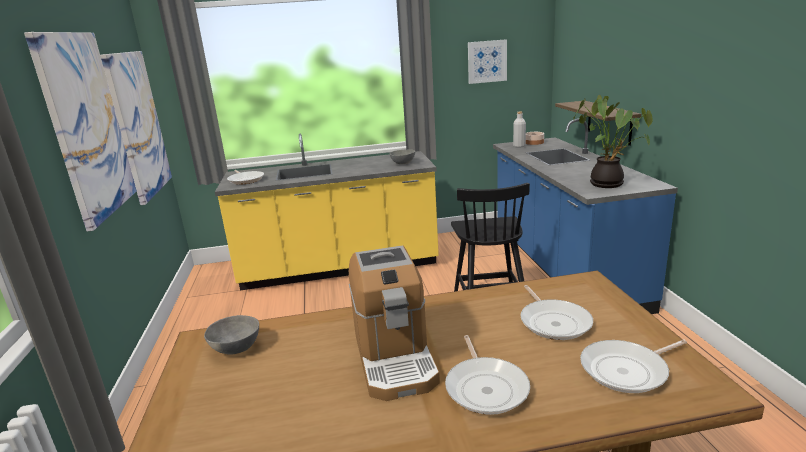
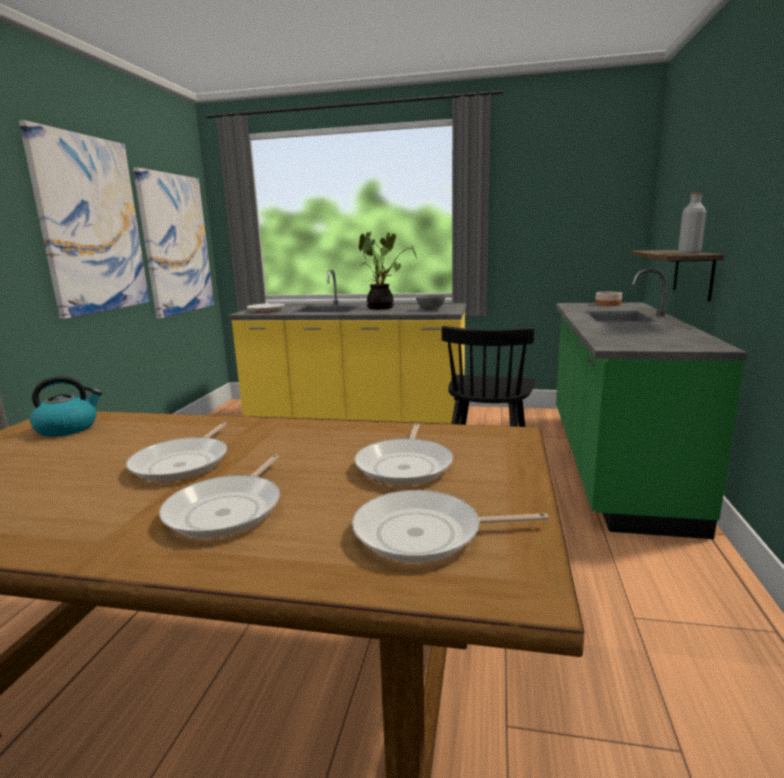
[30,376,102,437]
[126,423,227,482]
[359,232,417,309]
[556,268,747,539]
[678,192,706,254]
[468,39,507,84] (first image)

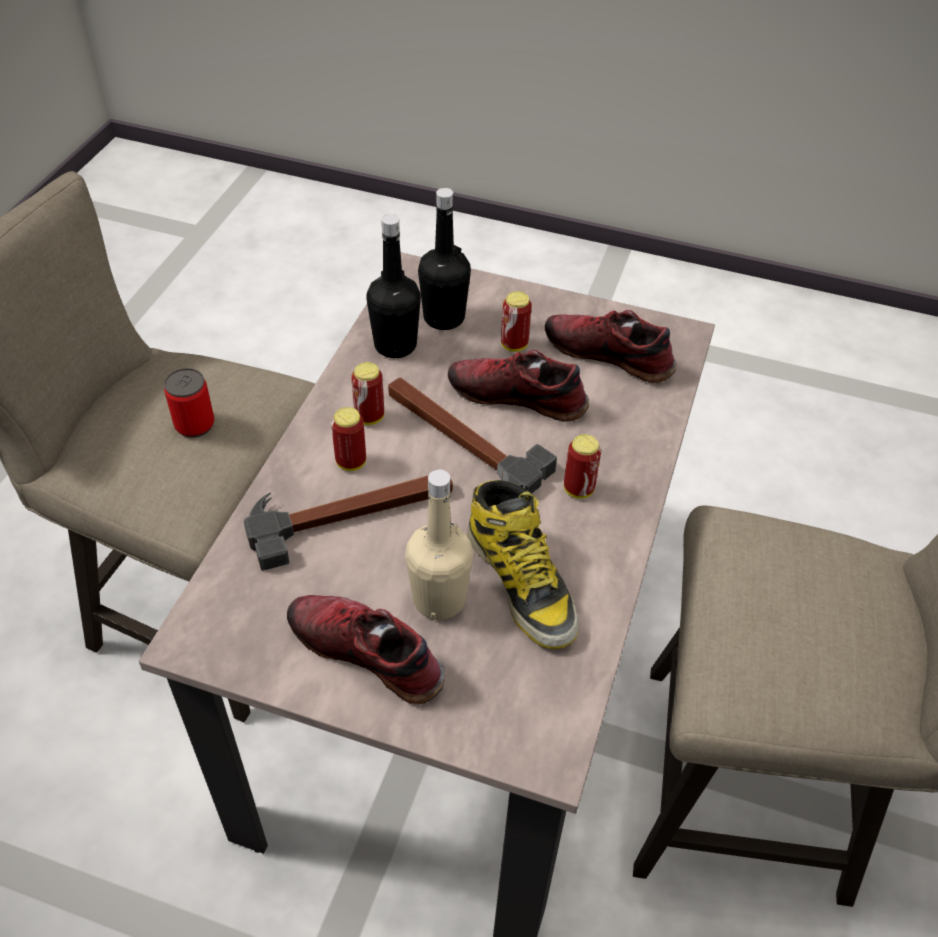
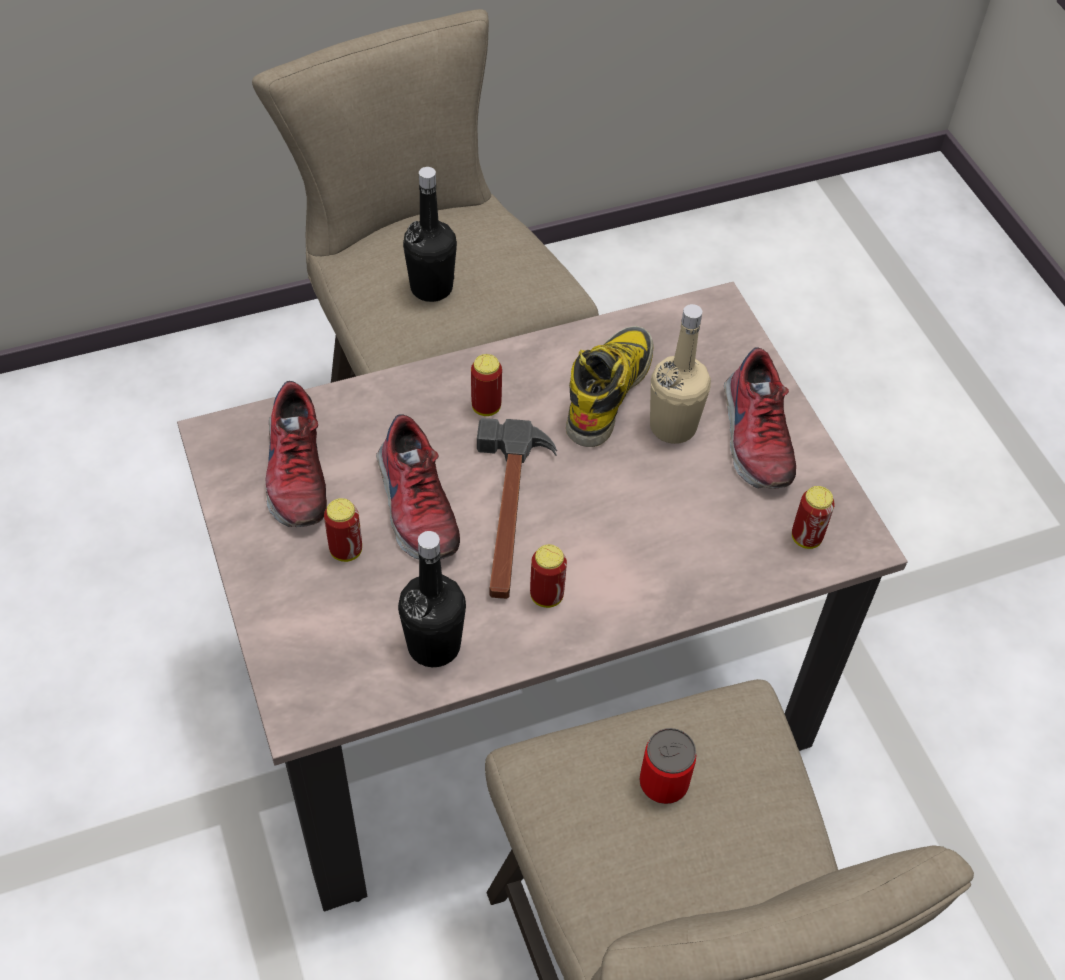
[403,167,457,302]
[792,486,835,549]
[244,476,453,571] (first image)

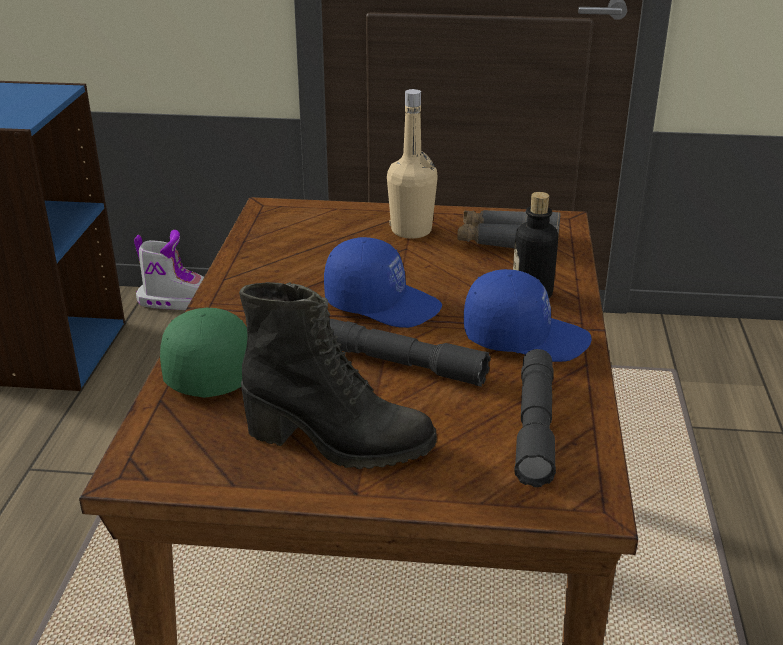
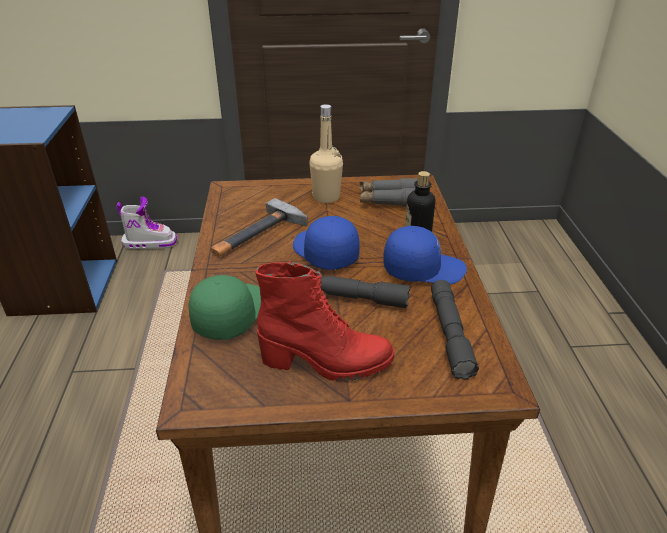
[211,198,308,257]
[255,261,394,382]
[293,216,360,270]

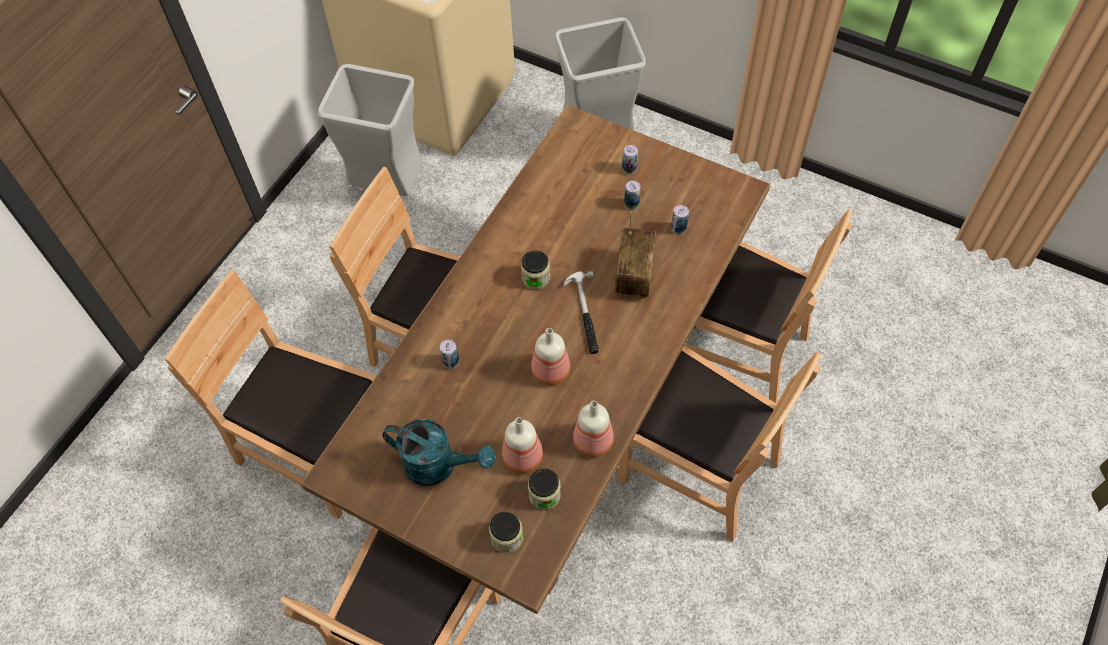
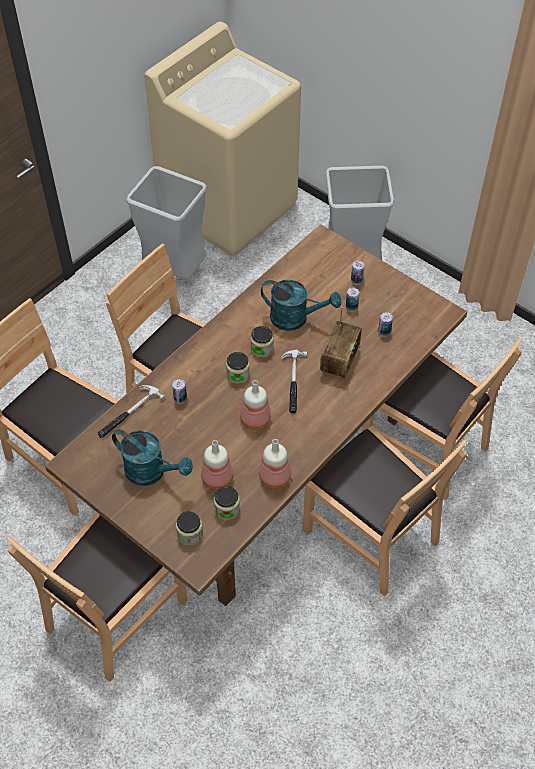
[98,385,165,438]
[226,352,250,384]
[261,280,341,331]

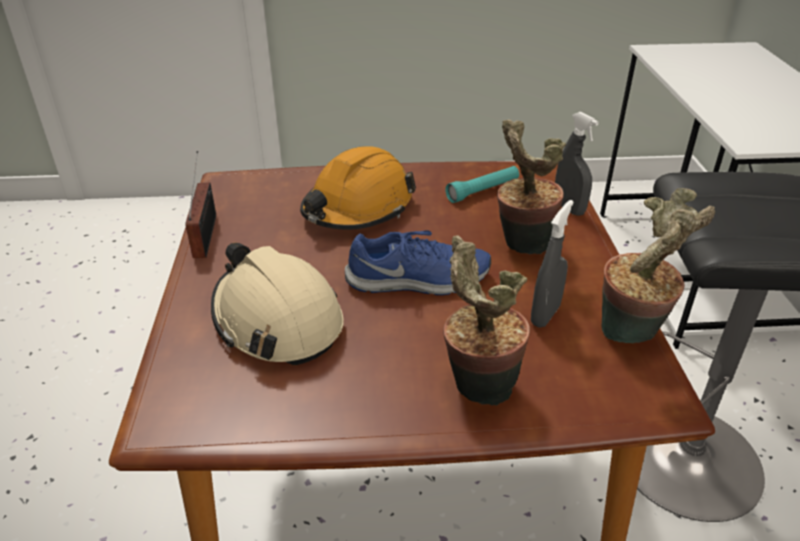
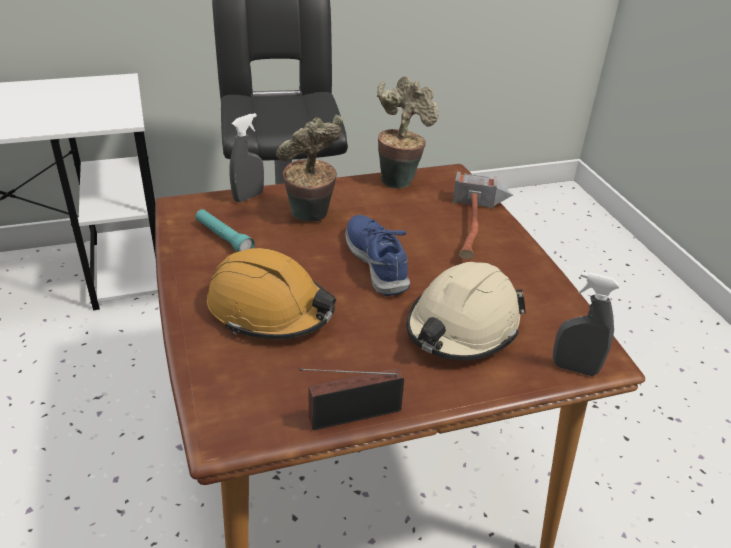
[452,171,513,259]
[553,272,619,376]

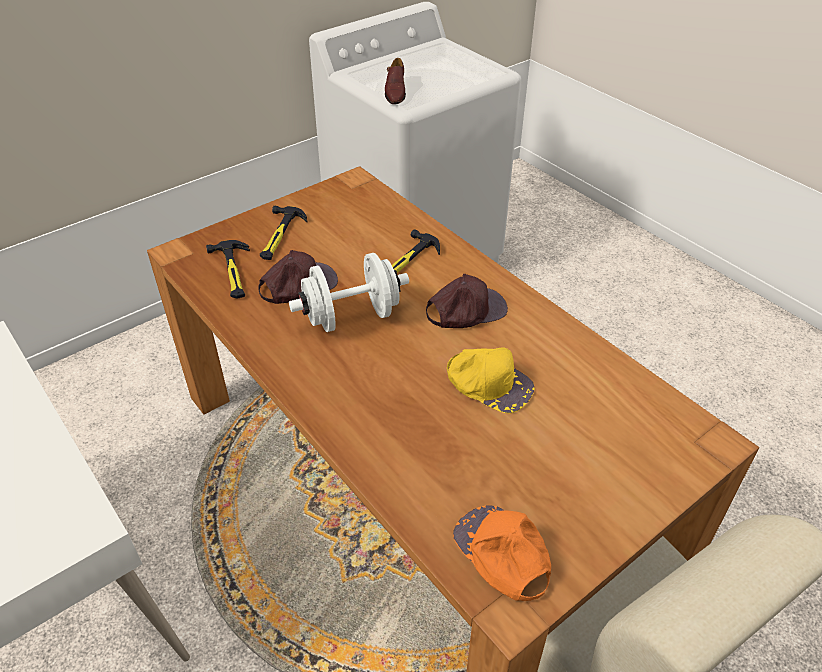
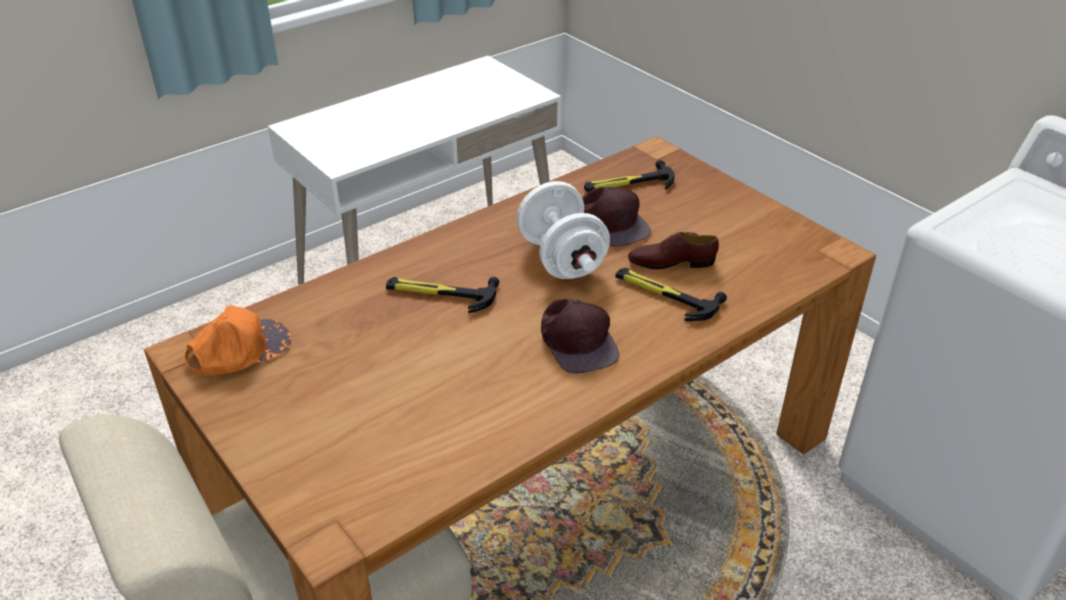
[386,277,499,313]
[628,232,719,270]
[447,348,535,413] (first image)

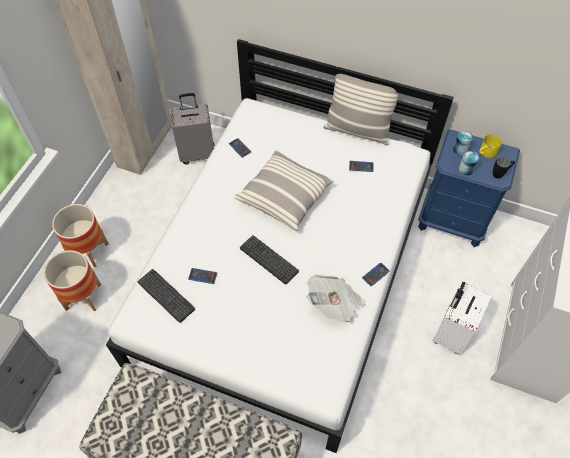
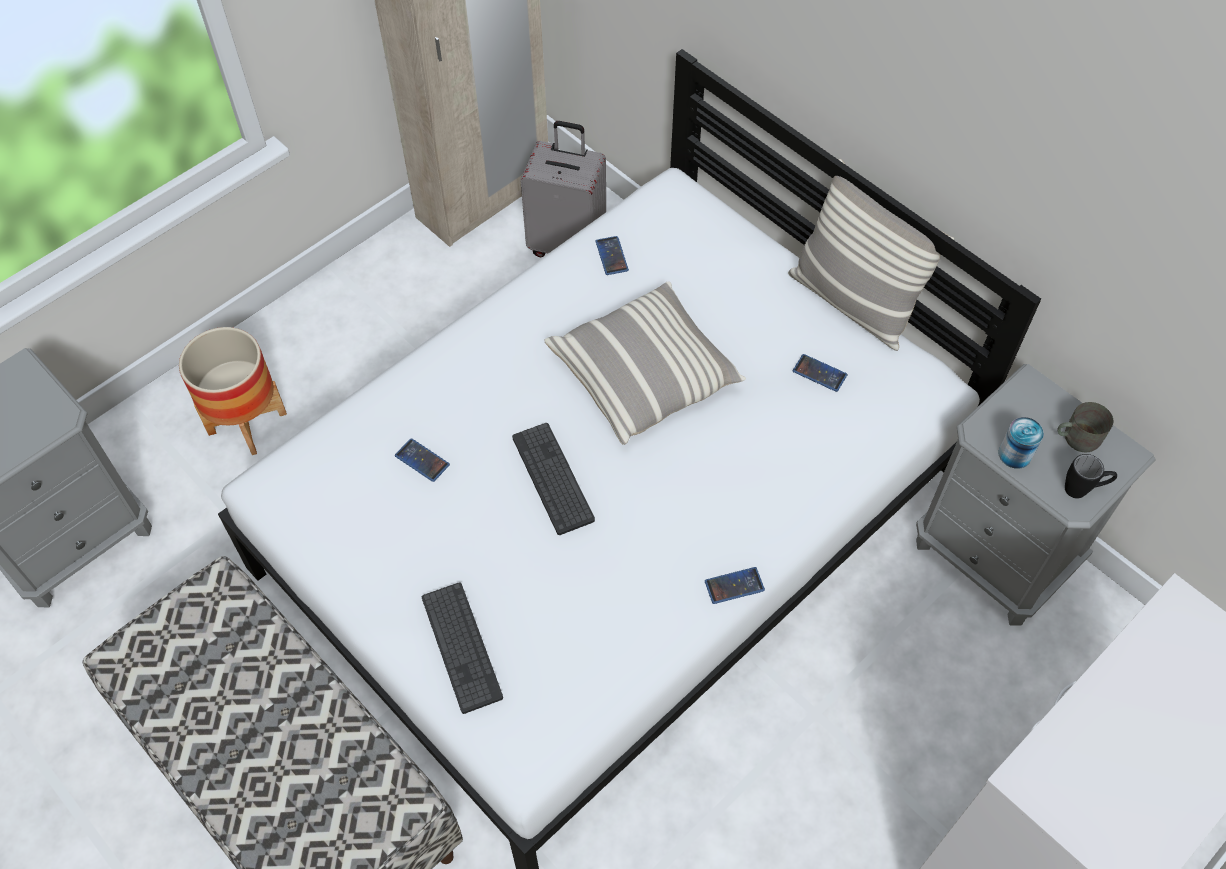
[422,582,503,714]
[916,364,1155,626]
[1057,402,1113,452]
[52,204,109,267] (first image)
[306,275,365,322] (first image)
[432,281,492,355] (first image)
[453,131,473,155] (first image)

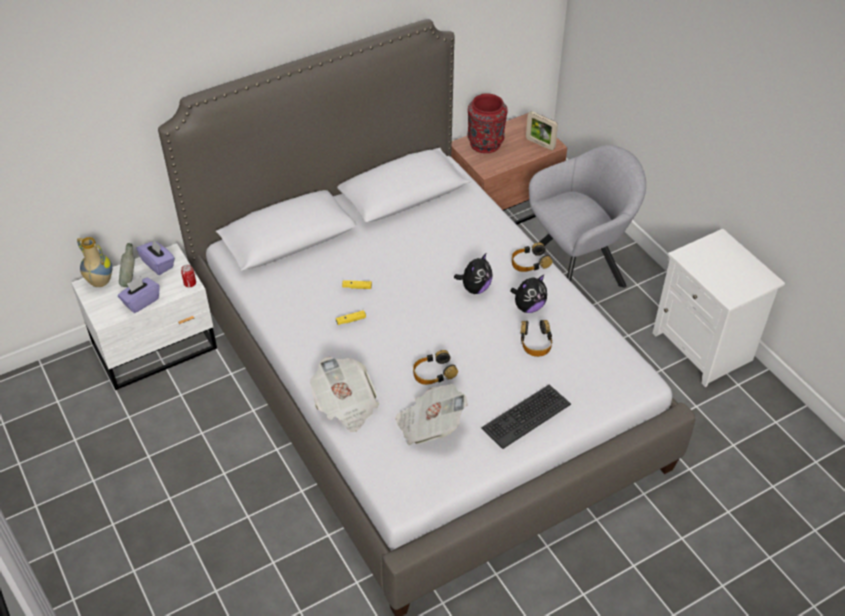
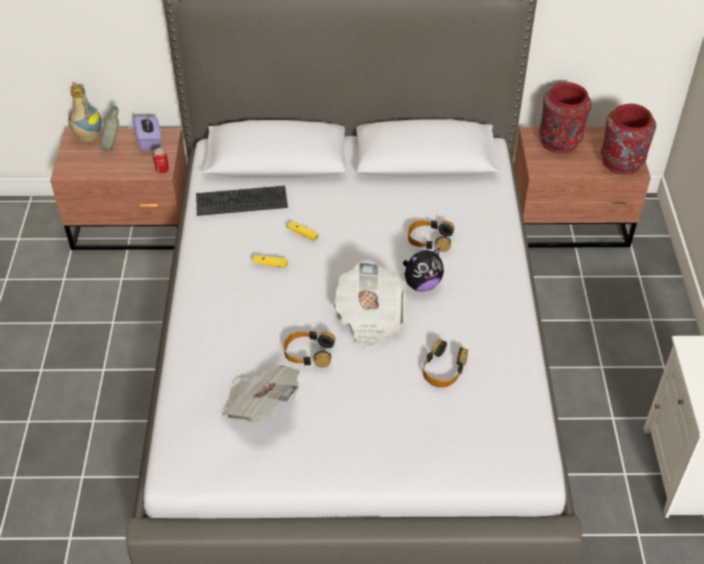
[50,128,187,250]
[196,186,288,216]
[333,260,406,348]
[408,220,455,252]
[601,104,656,174]
[118,276,160,313] (first image)
[510,275,547,313] (first image)
[529,145,646,288] (first image)

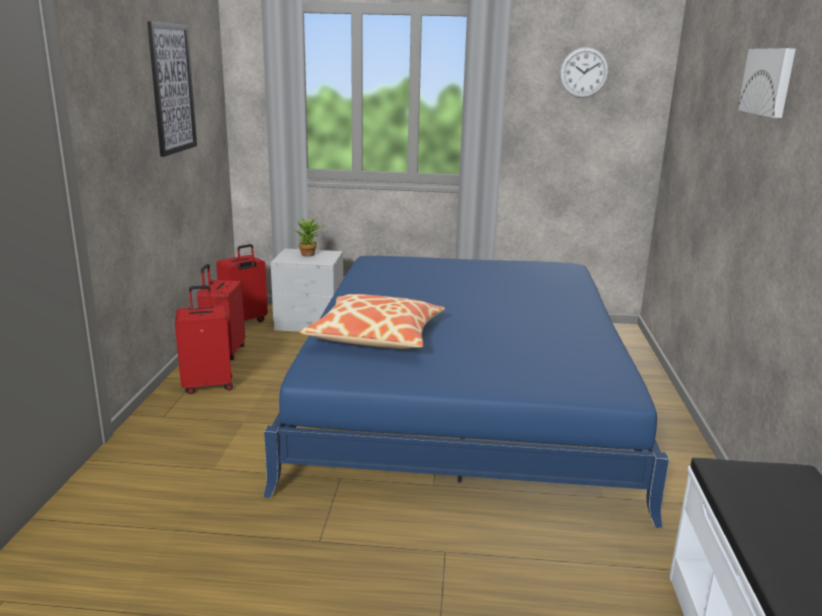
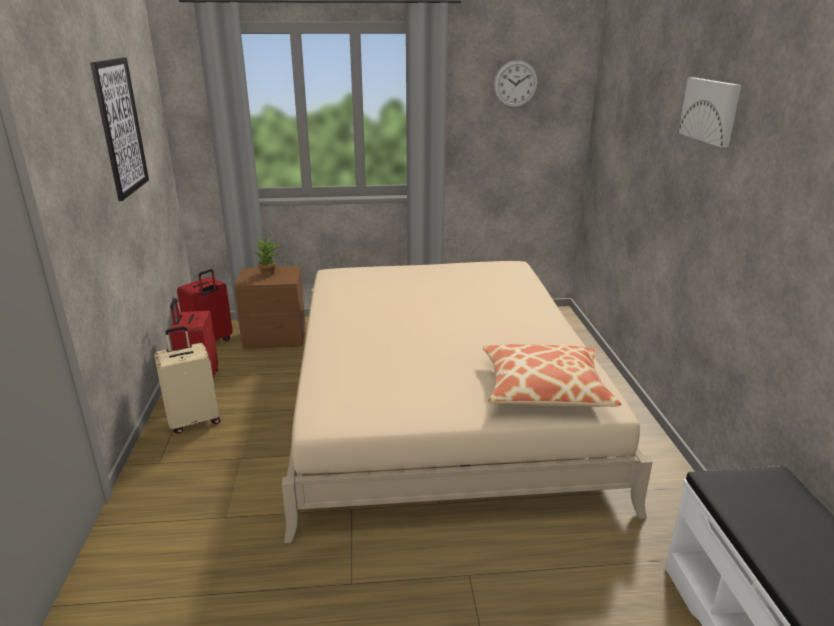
[154,326,220,434]
[234,266,306,349]
[282,261,653,543]
[483,344,622,407]

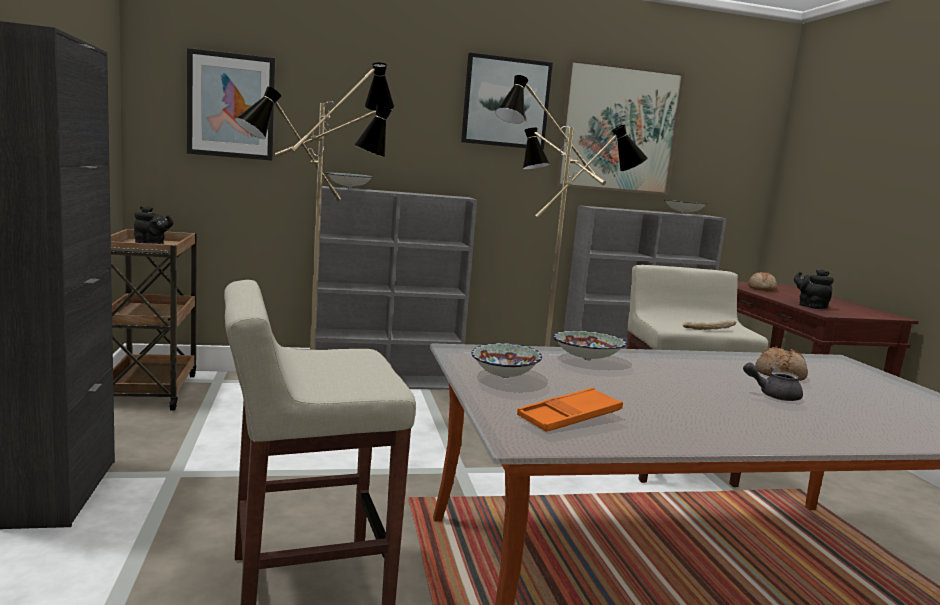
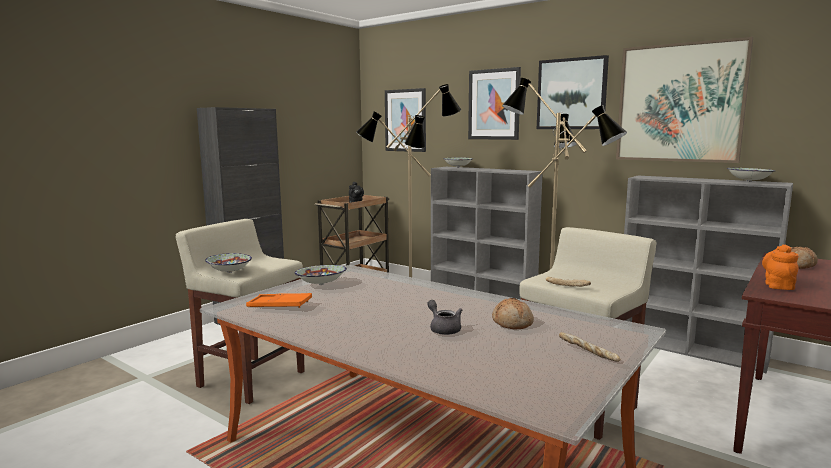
[205,253,252,273]
[468,67,521,140]
[559,332,621,362]
[762,245,799,290]

